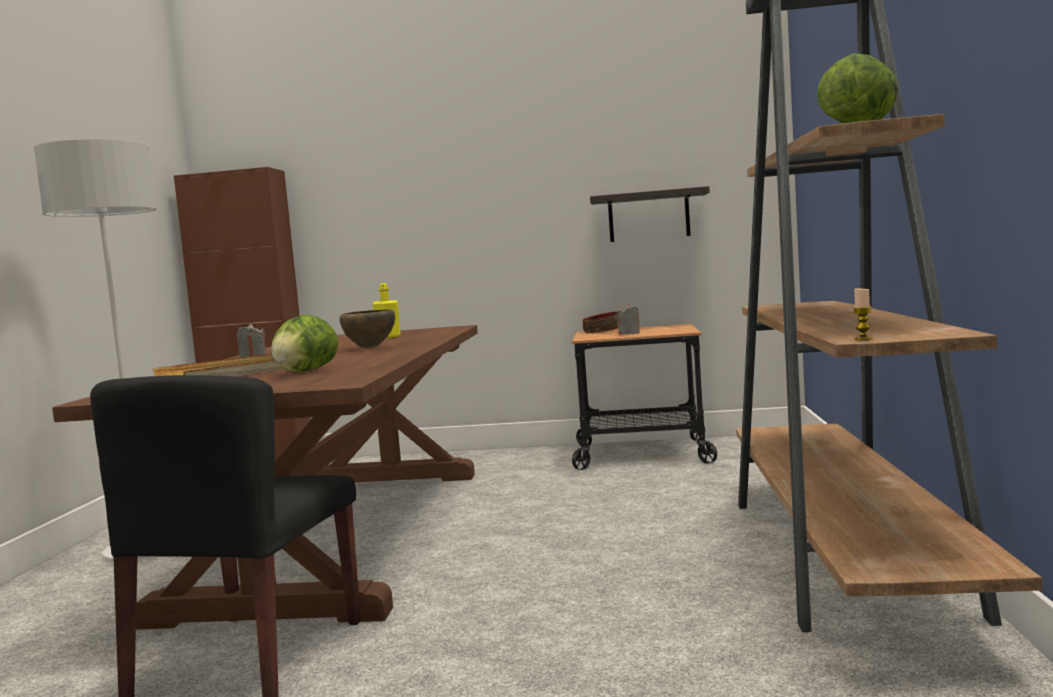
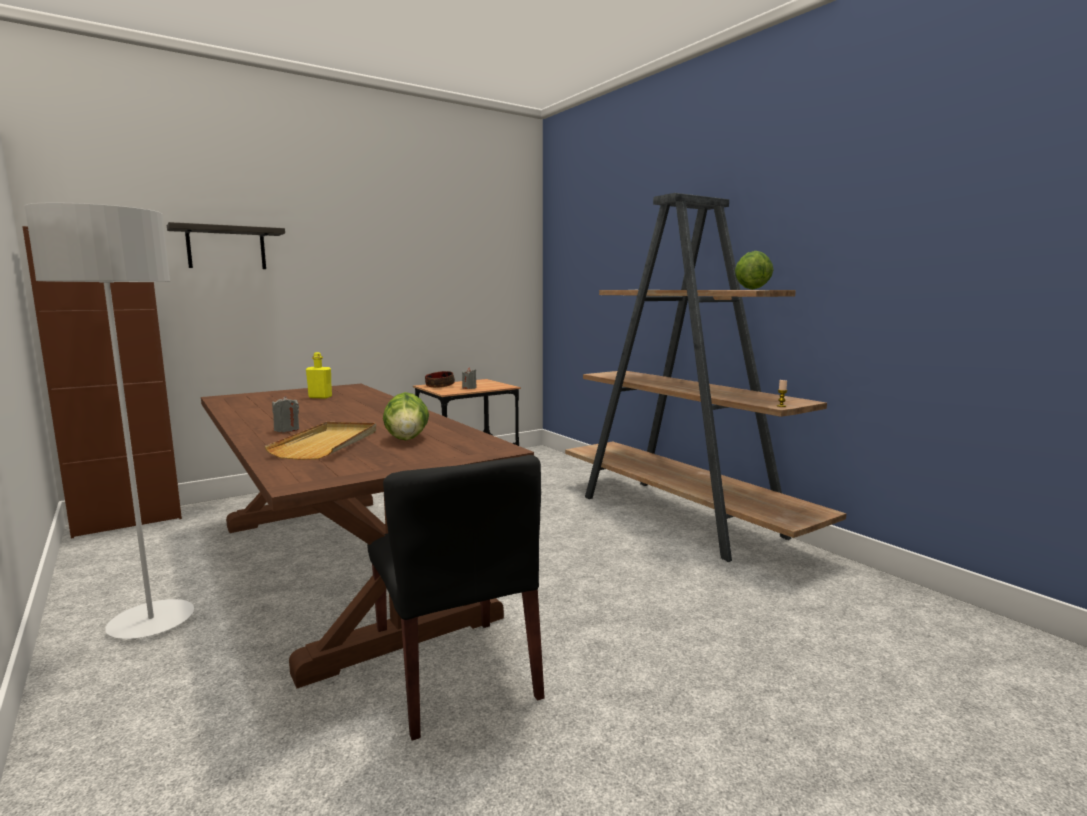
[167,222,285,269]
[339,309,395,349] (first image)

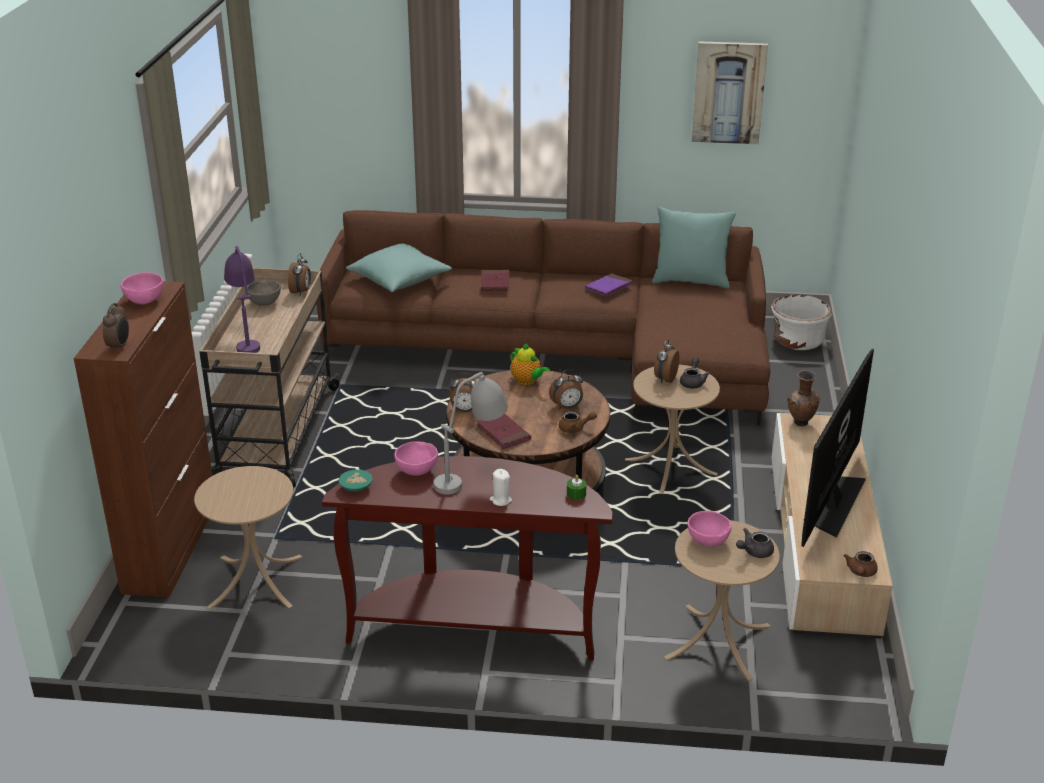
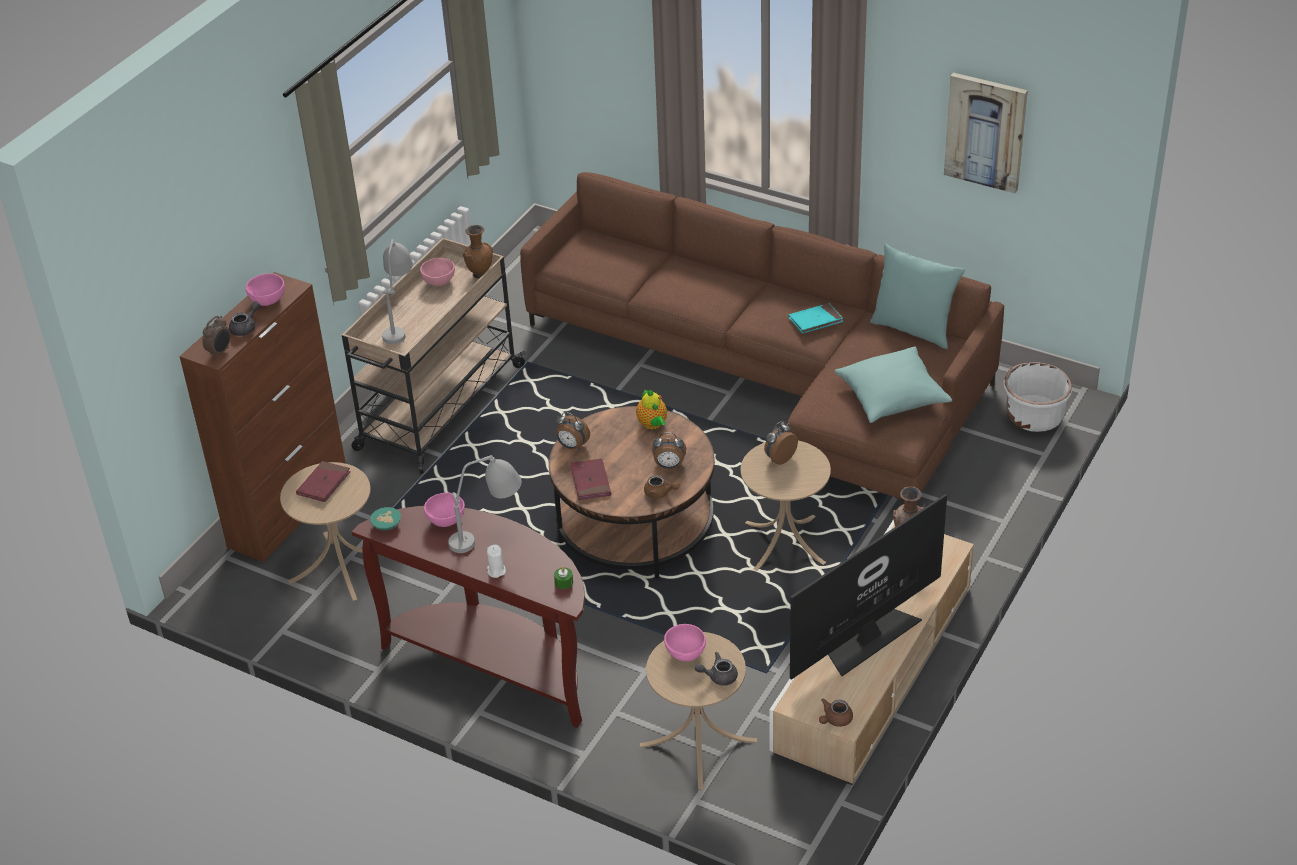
[229,301,260,336]
[296,461,351,502]
[382,239,413,344]
[420,258,455,286]
[463,225,493,278]
[789,303,843,334]
[835,346,952,423]

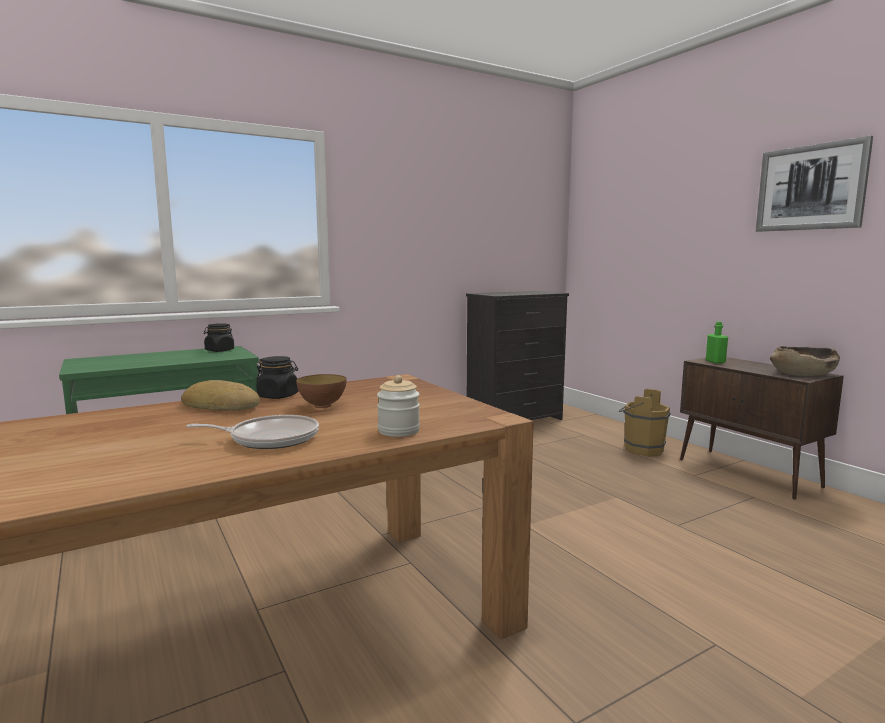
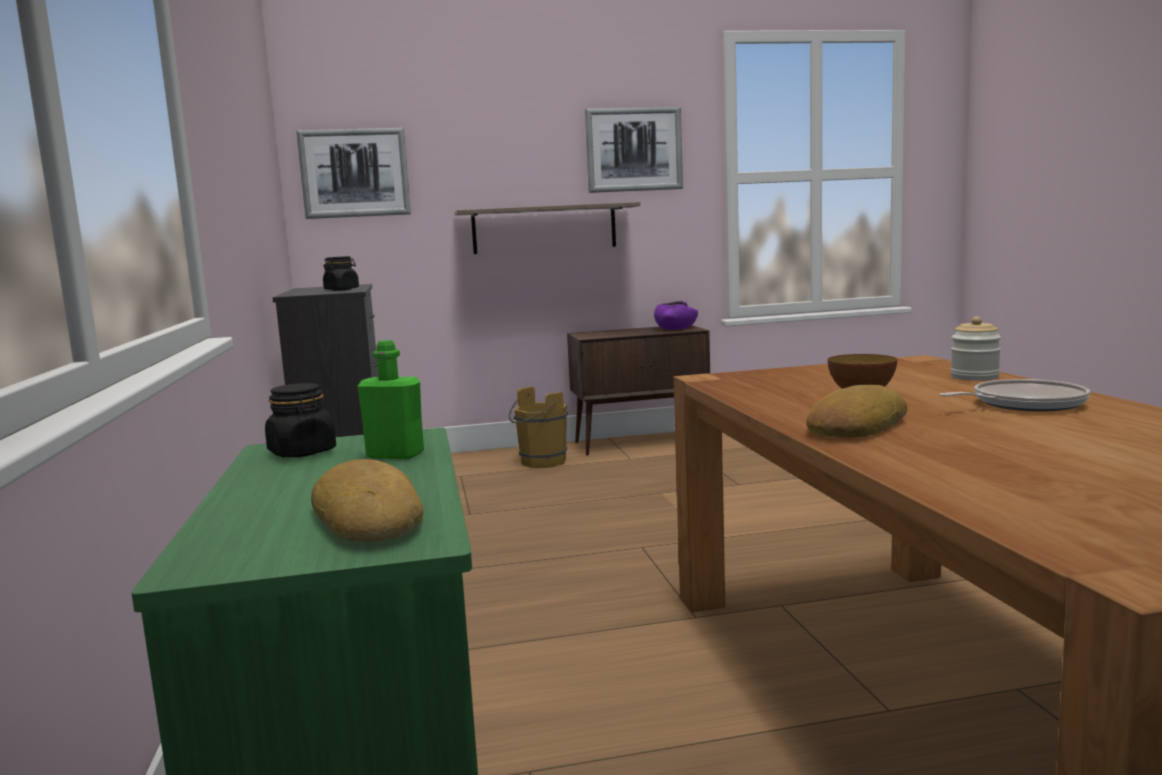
[296,128,411,219]
[311,459,424,542]
[323,256,359,291]
[357,340,424,459]
[455,202,640,254]
[654,301,698,330]
[939,379,1090,411]

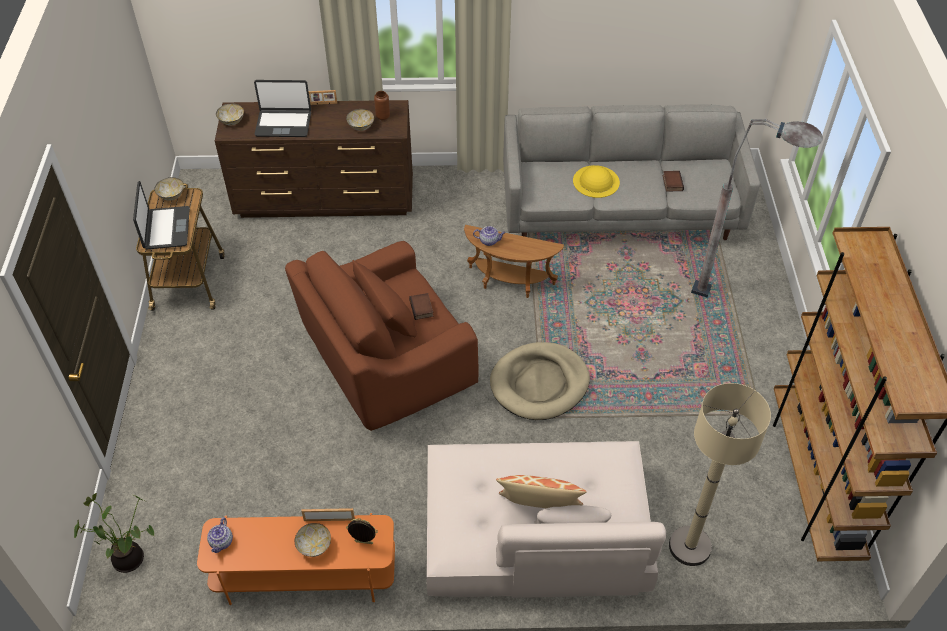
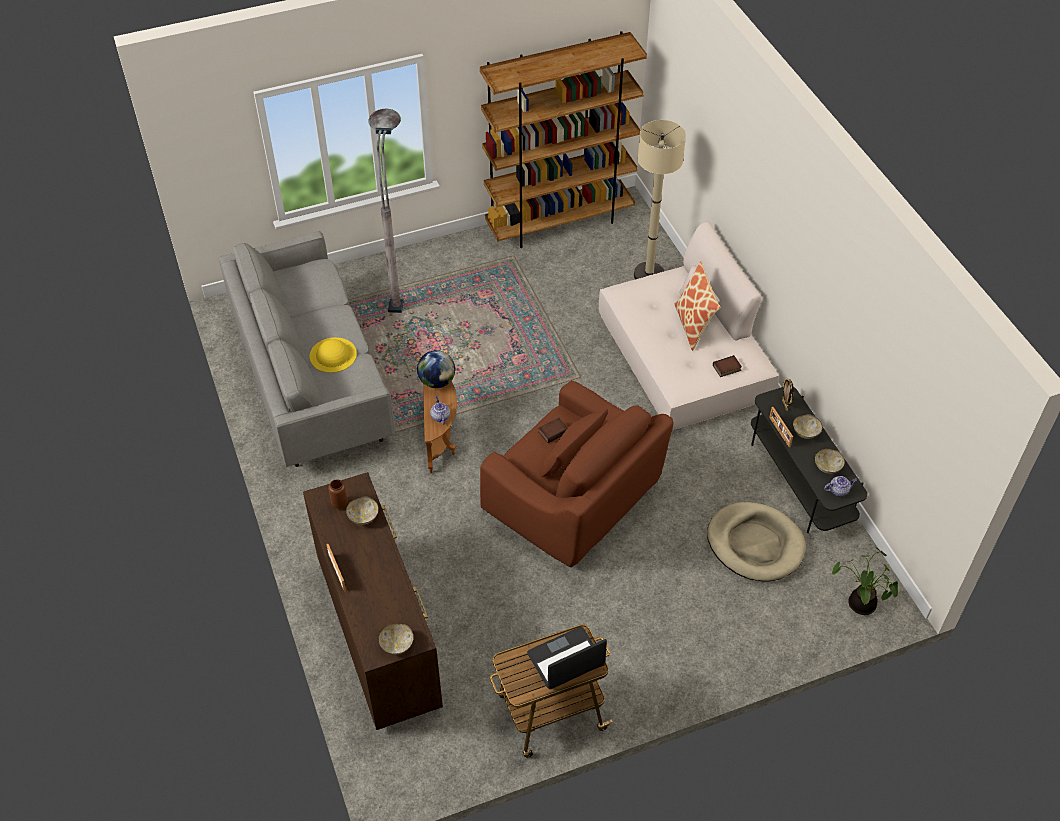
[417,350,455,388]
[707,502,806,581]
[713,355,742,377]
[751,387,867,533]
[815,449,845,474]
[254,80,311,137] (first image)

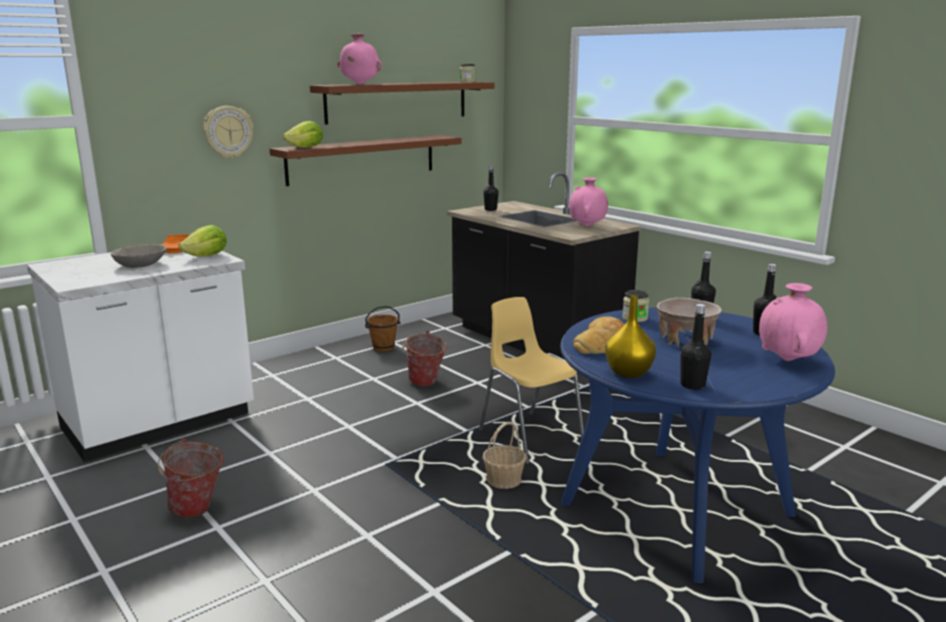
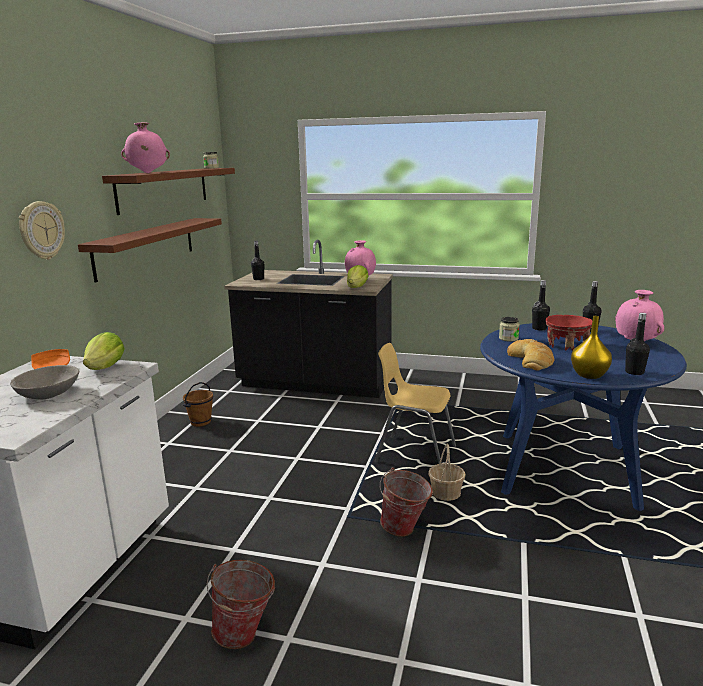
[347,265,369,288]
[380,467,433,537]
[546,315,592,351]

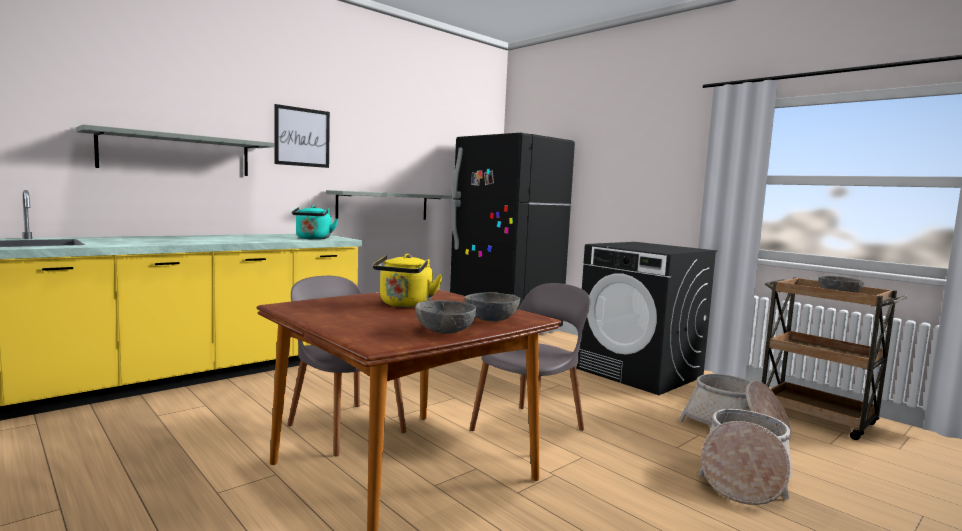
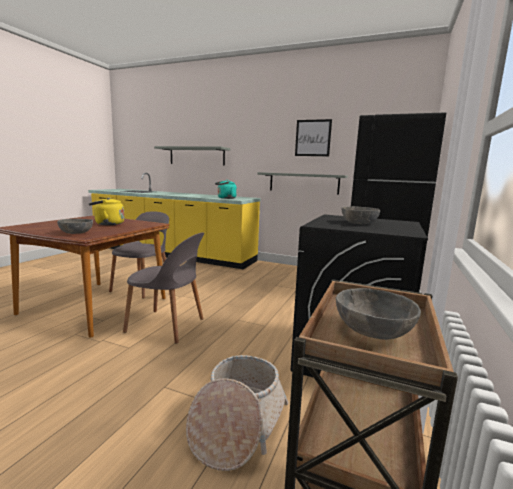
[295,119,332,156]
[342,206,380,224]
[698,409,792,505] (first image)

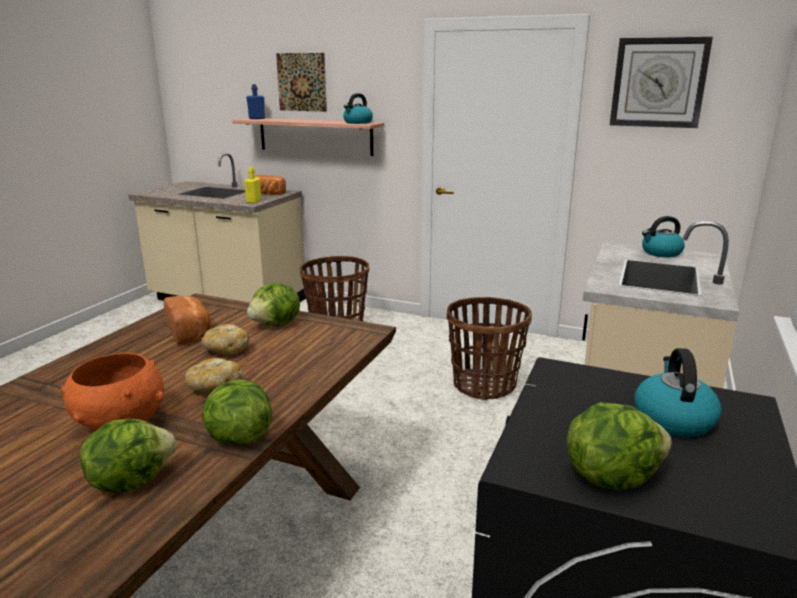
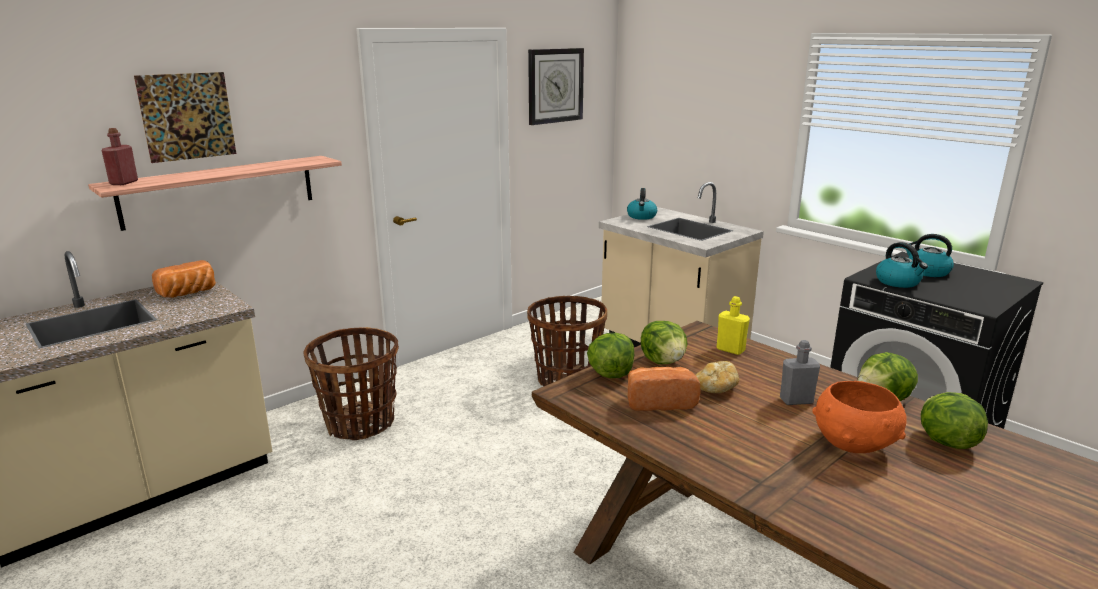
[101,128,138,185]
[587,333,634,378]
[717,296,750,355]
[780,340,820,405]
[876,242,928,288]

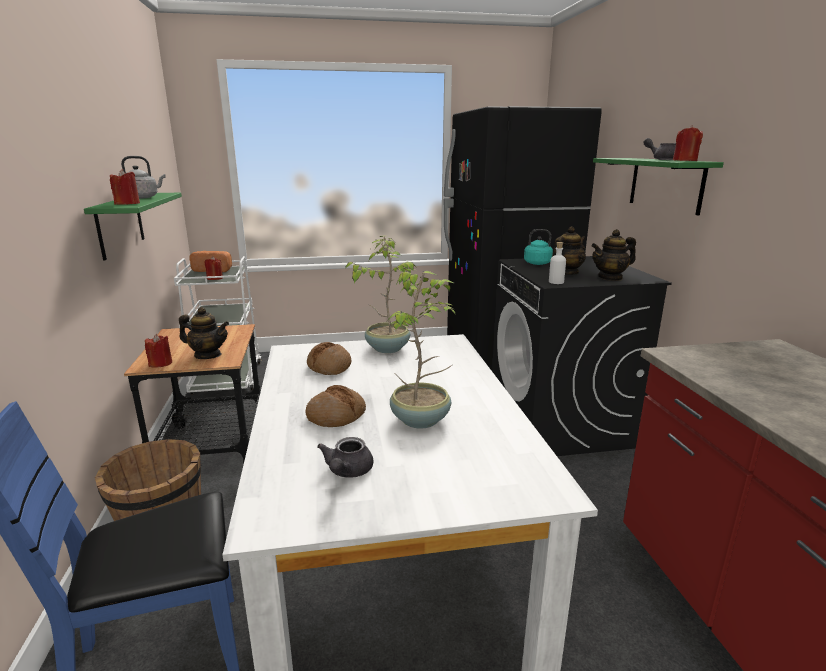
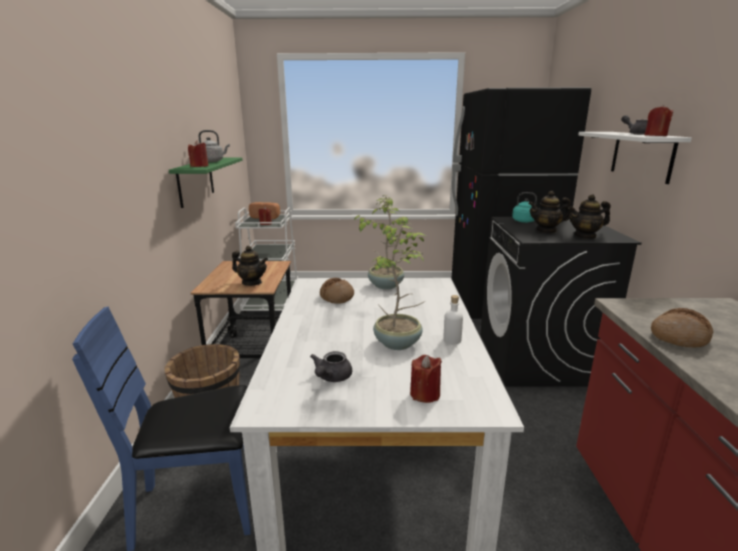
[410,355,442,403]
[443,295,463,344]
[528,191,571,233]
[578,132,692,184]
[651,308,713,348]

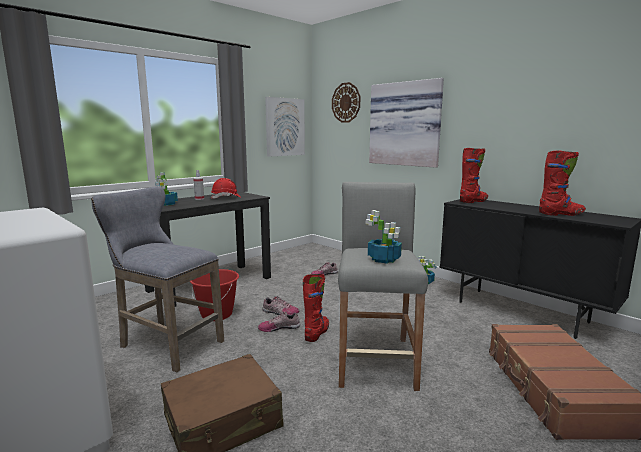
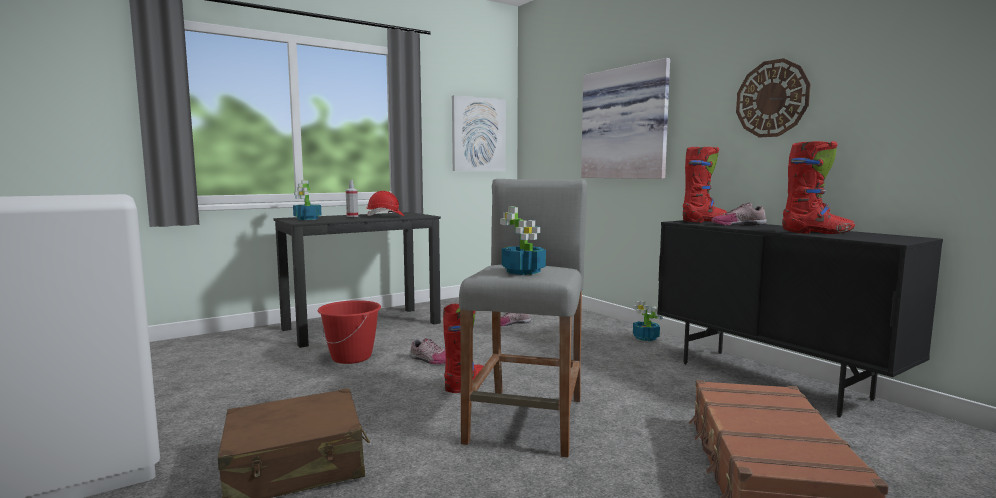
[711,203,767,226]
[736,58,811,138]
[91,186,224,372] (first image)

